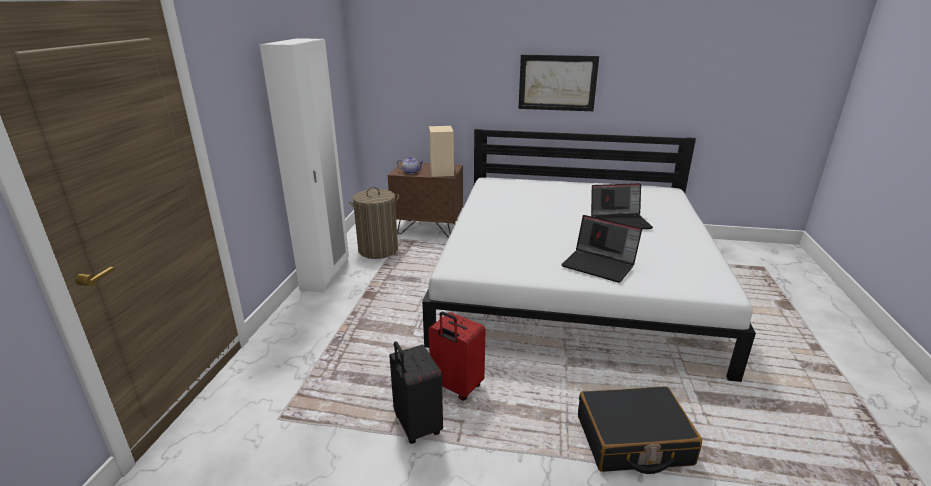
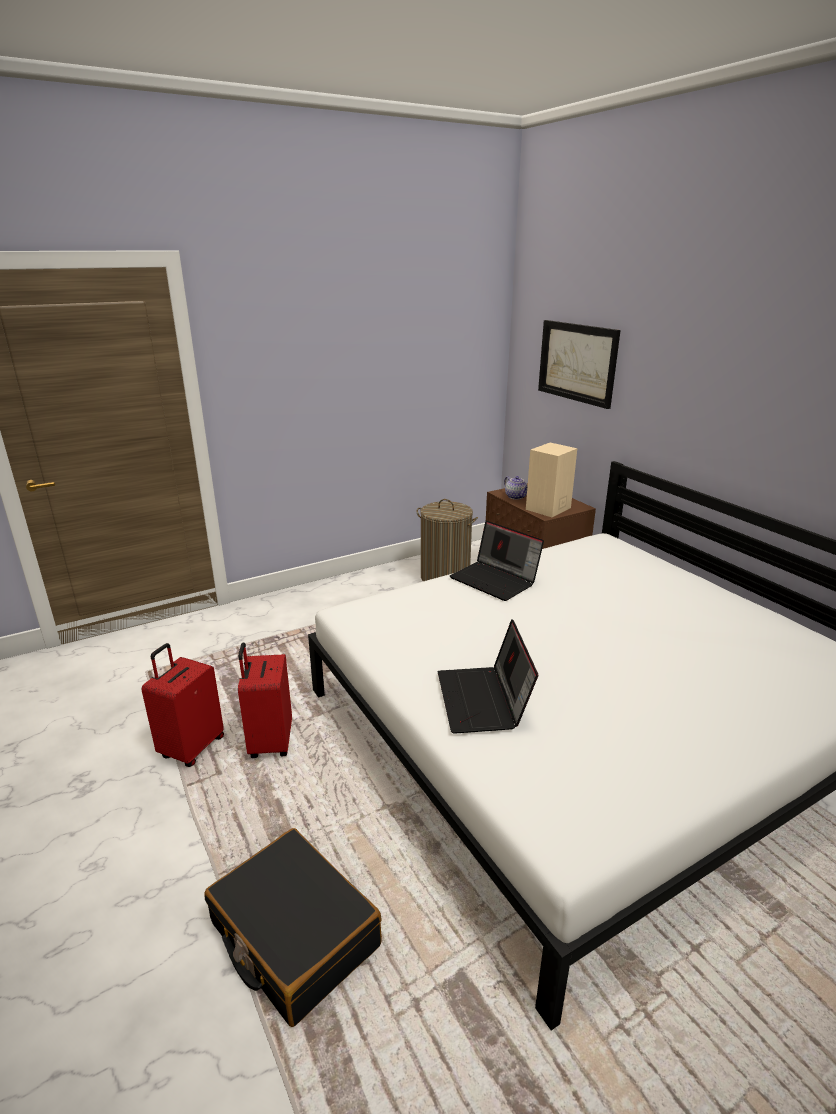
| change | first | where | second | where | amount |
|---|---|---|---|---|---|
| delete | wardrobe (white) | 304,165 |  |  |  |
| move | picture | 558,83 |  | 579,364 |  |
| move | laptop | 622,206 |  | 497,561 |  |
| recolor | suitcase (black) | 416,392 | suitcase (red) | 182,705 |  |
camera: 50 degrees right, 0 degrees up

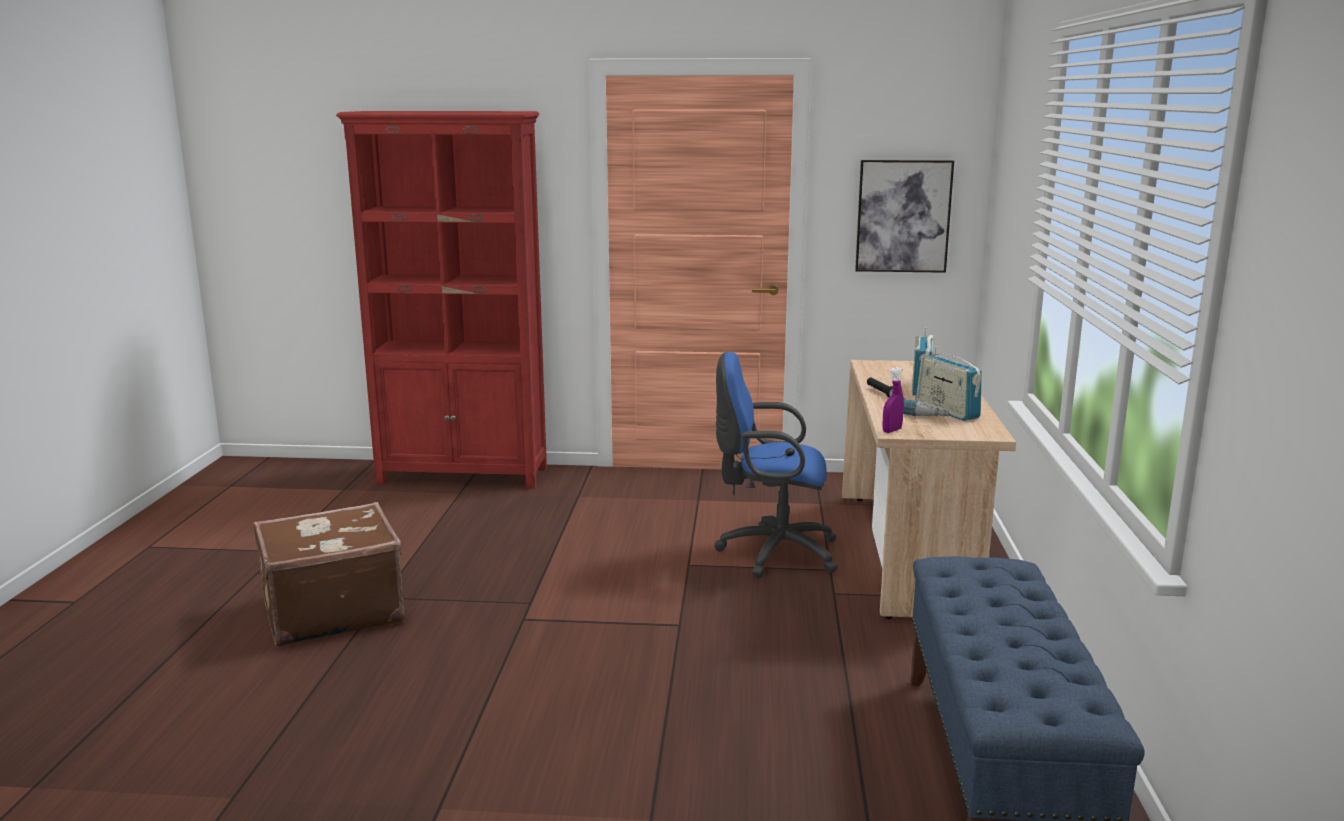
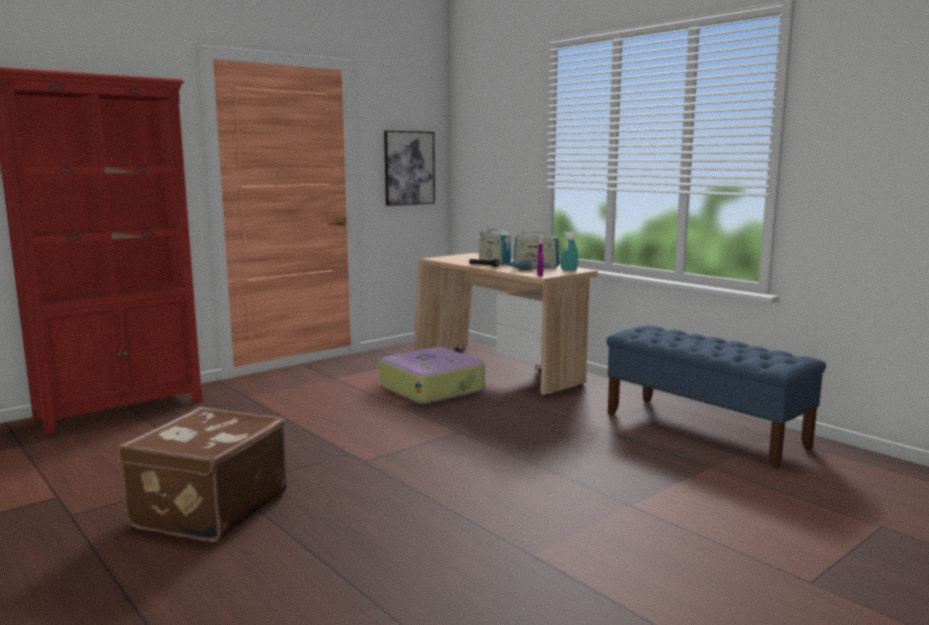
| change | first | where | second | where | amount |
|---|---|---|---|---|---|
| replace | office chair (blue) | 776,465 | suitcase | 432,376 |  |
| insert |  |  | spray bottle (turquoise) | 569,251 |  |
camera: 45 degrees left, 5 degrees down

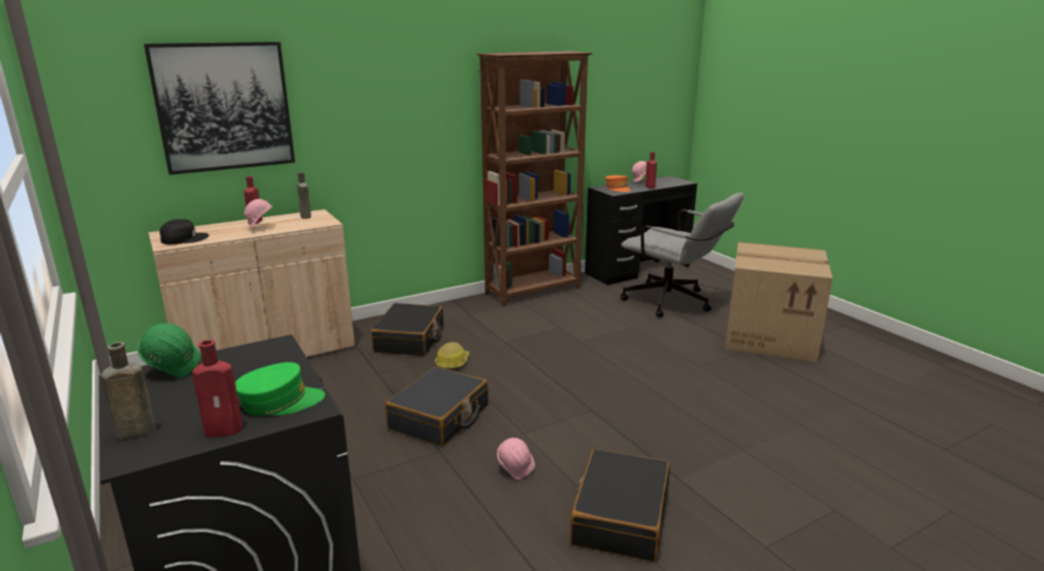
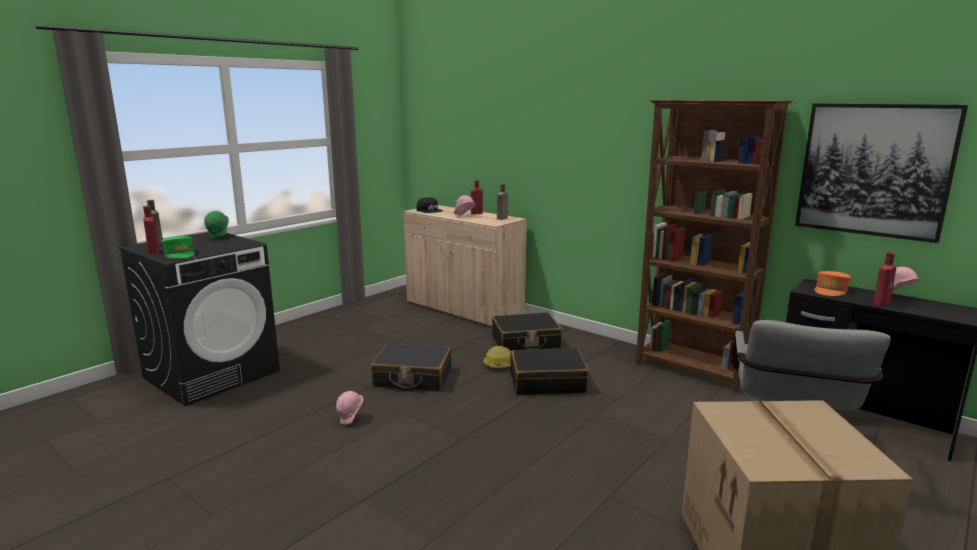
| change | first | where | second | where | amount |
|---|---|---|---|---|---|
| move | picture | 219,108 |  | 881,173 |  |
| move | suitcase (black) | 620,505 |  | 549,372 |  |
camera: 70 degrees right, 5 degrees down

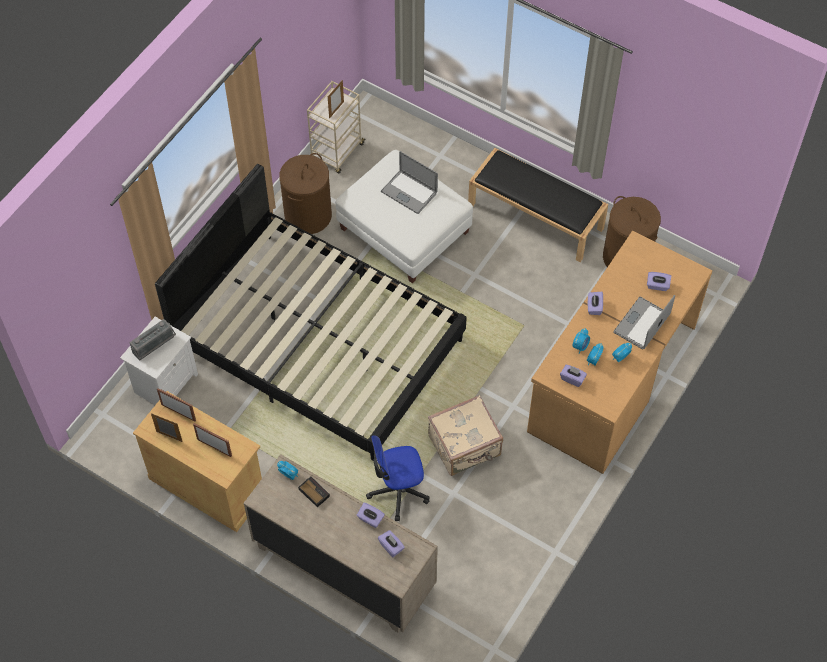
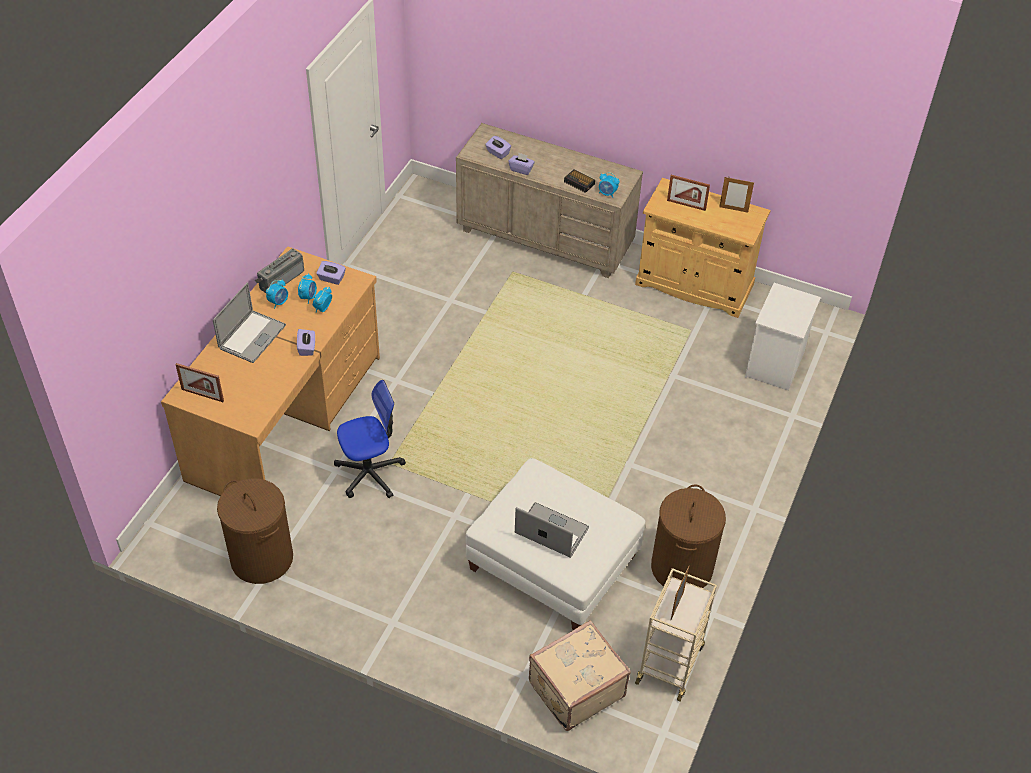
| change | first | where | second | where | amount |
|---|---|---|---|---|---|
| delete | bench (black) | 538,205 |  |  |  |
| delete | bed (black) | 311,312 |  |  |  |
| delete | tissue box (purple) | 659,281 |  |  |  |
| move | radio | 153,339 |  | 279,270 |  |
| move | picture frame | 176,405 |  | 199,382 |  |
| move | suitcase (beige) | 465,435 |  | 580,675 |  |
| move | office chair | 398,478 |  | 370,439 |  |
camera: 170 degrees right, 10 degrees down

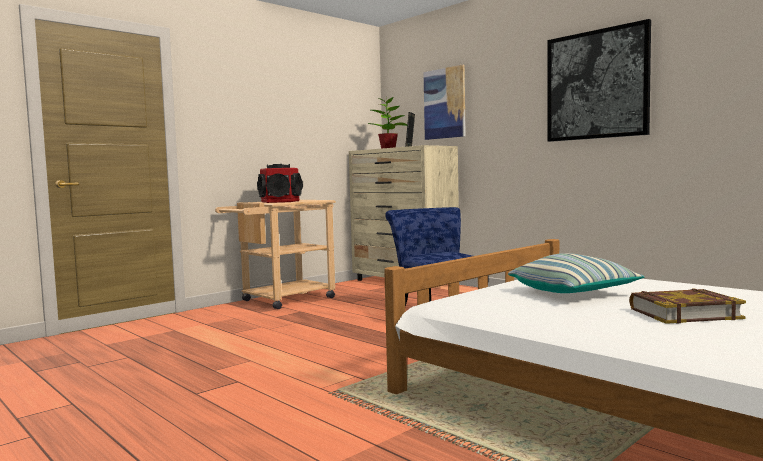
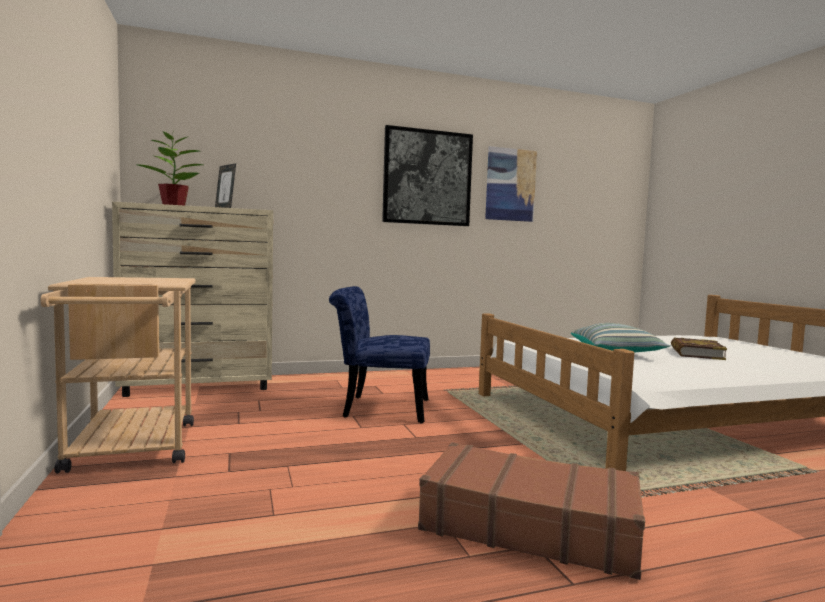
| change | first | where | second | where | amount |
|---|---|---|---|---|---|
| move | picture | 445,102 |  | 511,184 |  |
| delete | speaker | 280,183 |  |  |  |
| insert |  |  | suitcase (brown) | 531,511 |  |
camera: 65 degrees left, 0 degrees up

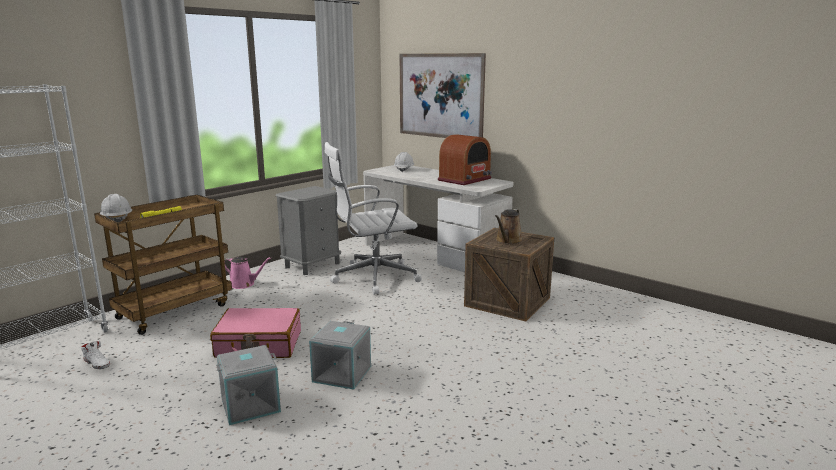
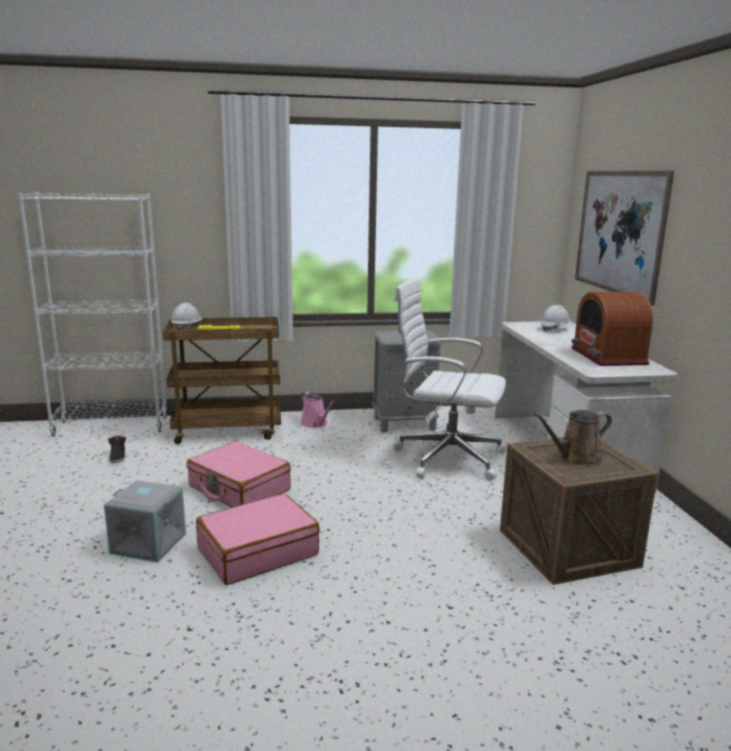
| change | first | where | second | where | amount |
|---|---|---|---|---|---|
| rotate | radio | 465,159 |  | 612,329 | 90 degrees clockwise |
| replace | storage box (grey) | 340,355 | suitcase (pink) | 258,539 |  |
| recolor | shoe (white) | 95,355 | shoe (black) | 117,449 |  |
camera: 40 degrees right, 0 degrees up

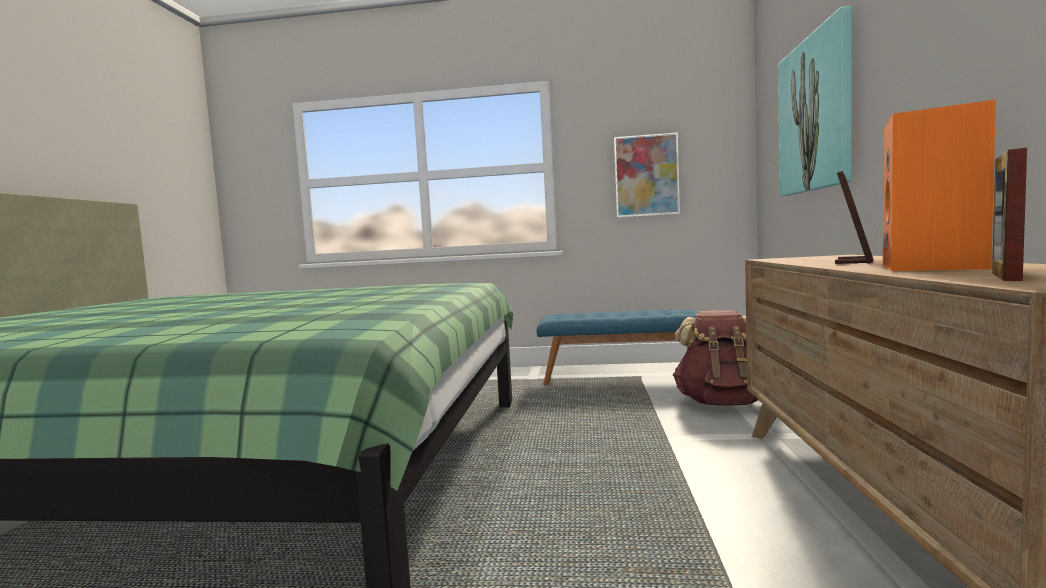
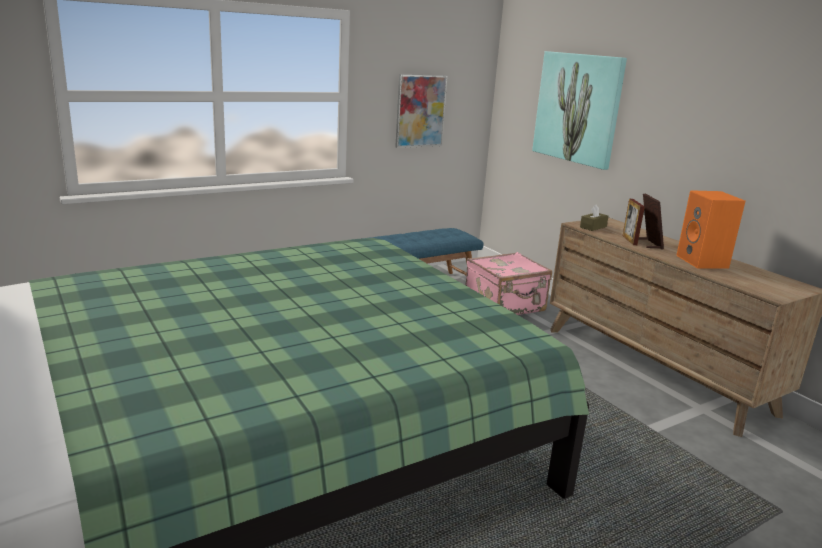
| change | first | where | second | where | amount |
|---|---|---|---|---|---|
| move | picture frame | 1009,214 |  | 634,222 |  |
| replace | backpack (brown) | 715,358 | suitcase (pink) | 509,283 |  |
| insert |  |  | tissue box (brown) | 594,218 |  |
camera: 40 degrees left, 15 degrees up

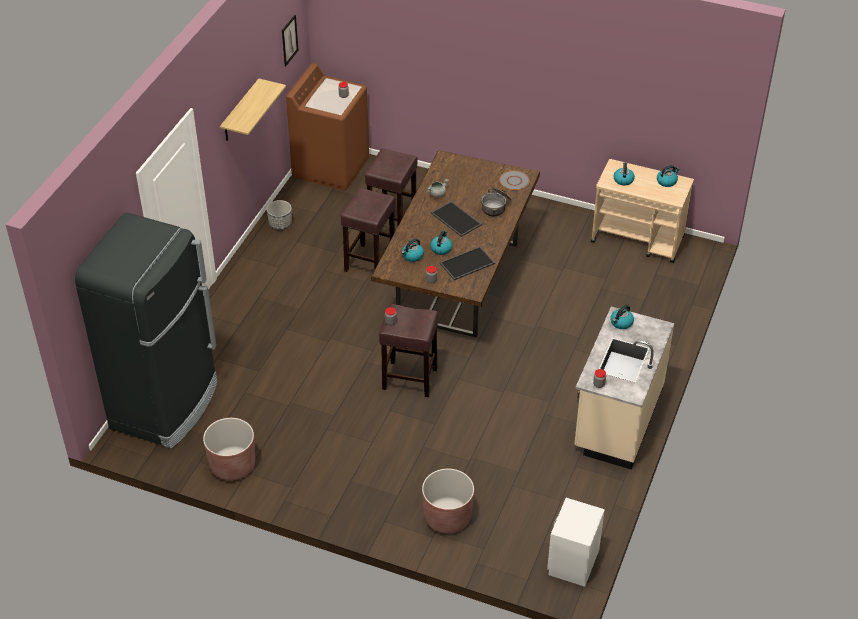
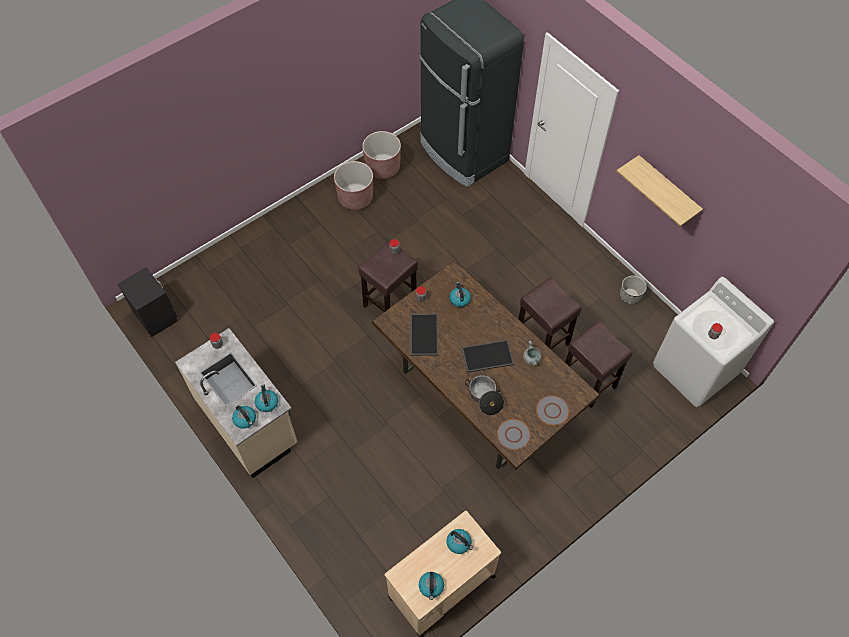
| change | first | where | second | where | amount |
|---|---|---|---|---|---|
| delete | picture | 290,40 |  |  |  |
| recolor | washing machine (brown) | 327,127 | washing machine (white) | 713,342 |  |
| move | kettle | 441,243 |  | 244,417 |  |
| move | planter (brown) | 448,501 |  | 353,185 |  |
| recolor | nightstand (white) | 576,542 | nightstand (black) | 147,302 |  |
| insert |  |  | plate (grey) | 552,410 |  |
camera: 120 degrees right, 15 degrees up

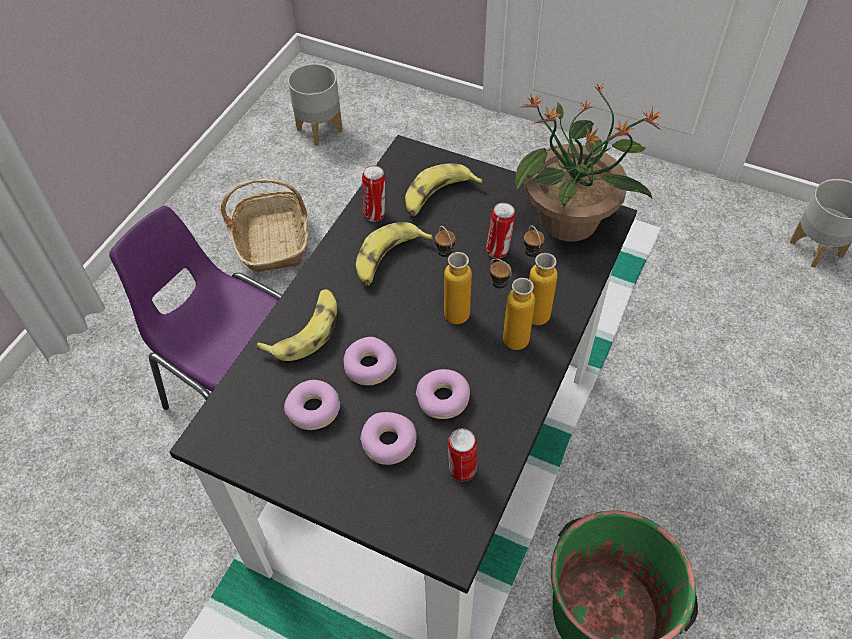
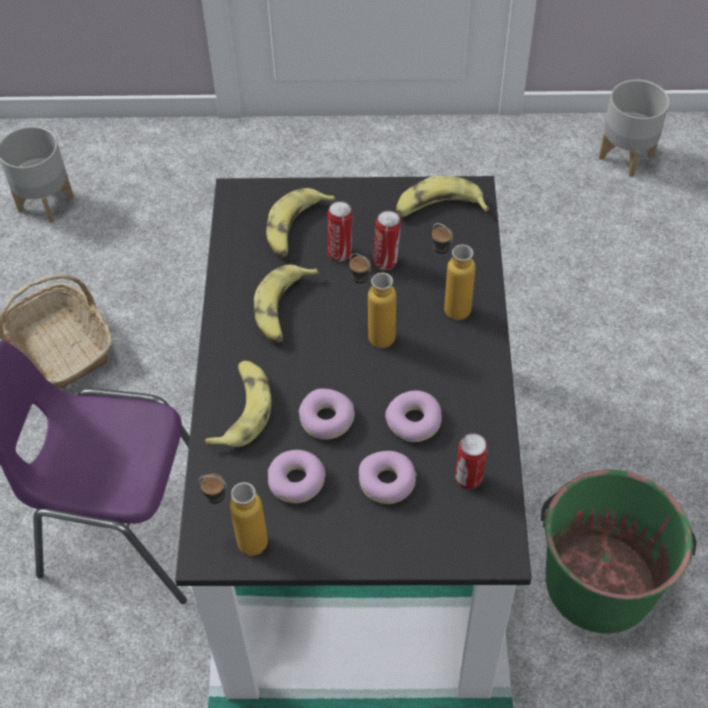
| change | first | where | second | where | amount |
|---|---|---|---|---|---|
| replace | potted plant | 588,162 | banana | 442,196 |  |
| move | can | 373,193 |  | 340,231 |  |
| move | bottle | 512,304 |  | 233,514 |  |
camera: 25 degrees left, 0 degrees up

